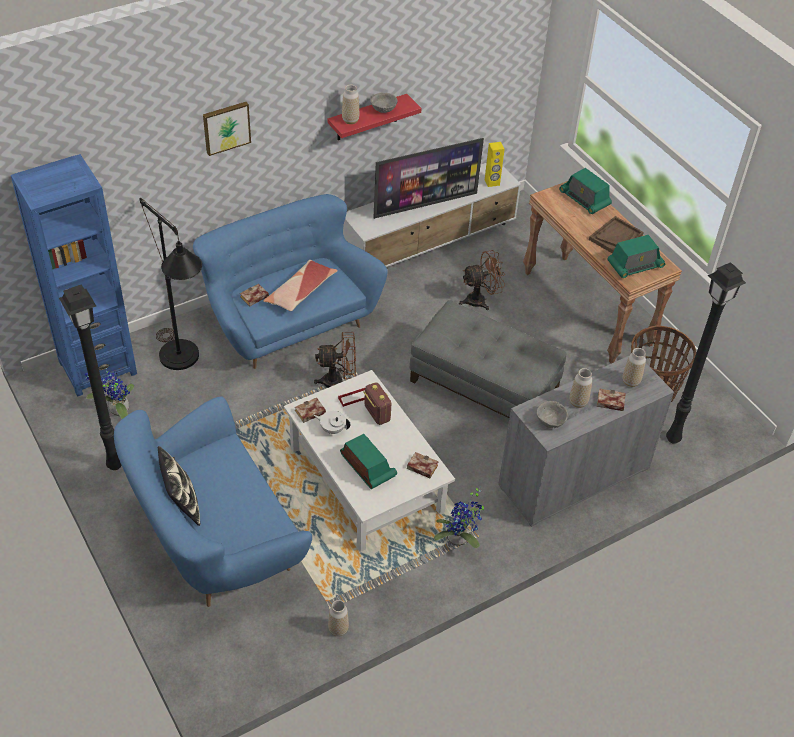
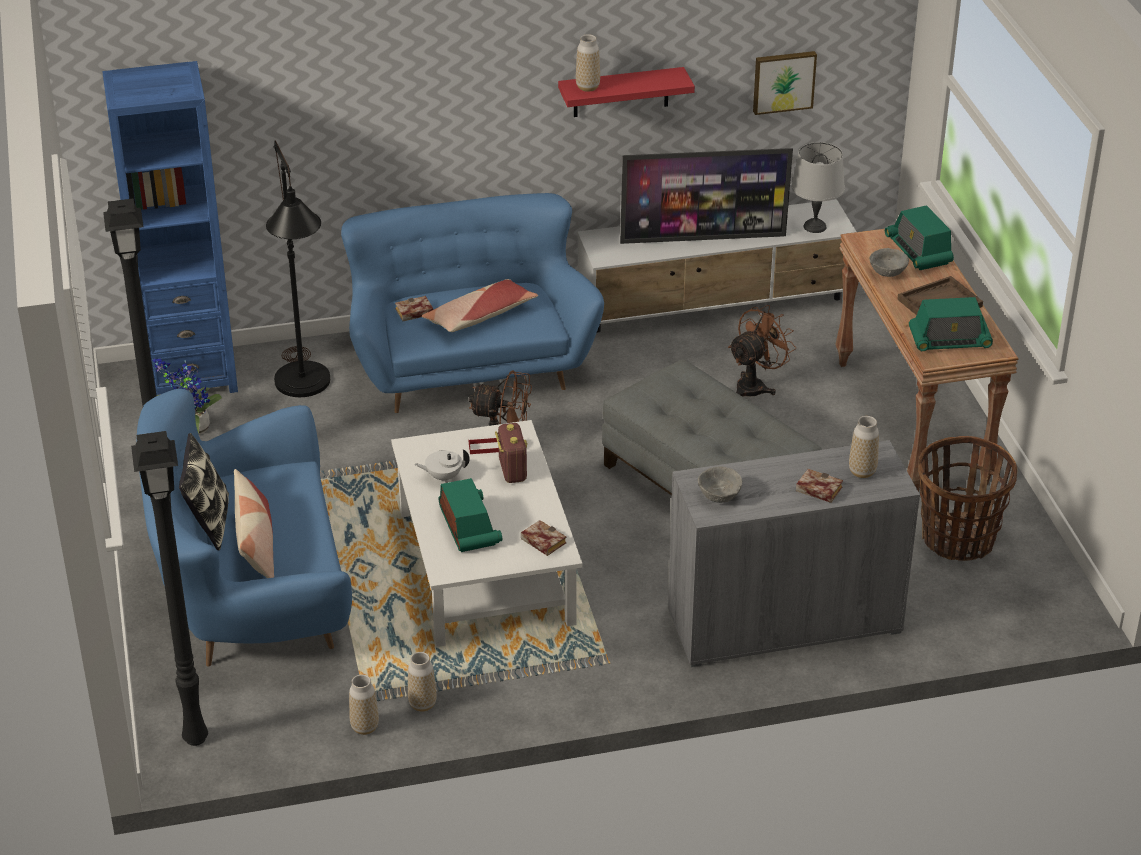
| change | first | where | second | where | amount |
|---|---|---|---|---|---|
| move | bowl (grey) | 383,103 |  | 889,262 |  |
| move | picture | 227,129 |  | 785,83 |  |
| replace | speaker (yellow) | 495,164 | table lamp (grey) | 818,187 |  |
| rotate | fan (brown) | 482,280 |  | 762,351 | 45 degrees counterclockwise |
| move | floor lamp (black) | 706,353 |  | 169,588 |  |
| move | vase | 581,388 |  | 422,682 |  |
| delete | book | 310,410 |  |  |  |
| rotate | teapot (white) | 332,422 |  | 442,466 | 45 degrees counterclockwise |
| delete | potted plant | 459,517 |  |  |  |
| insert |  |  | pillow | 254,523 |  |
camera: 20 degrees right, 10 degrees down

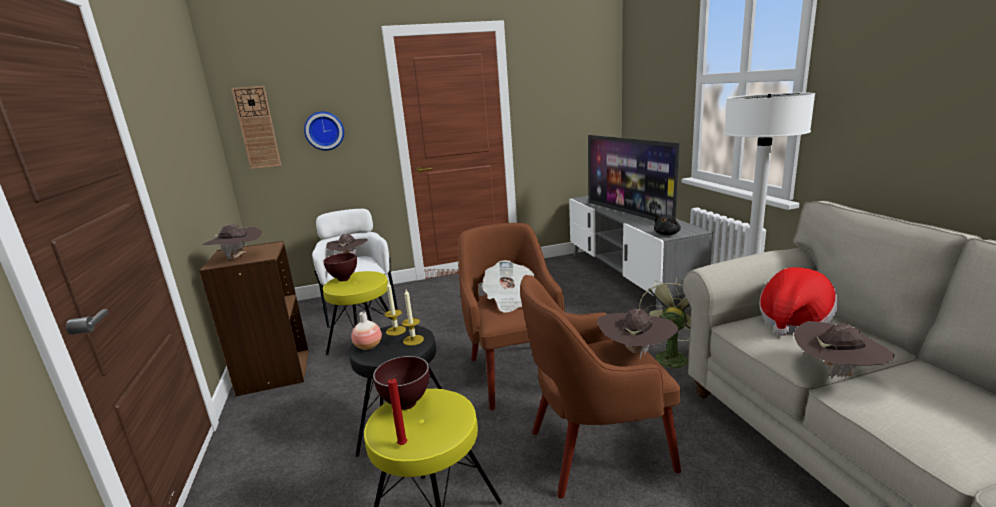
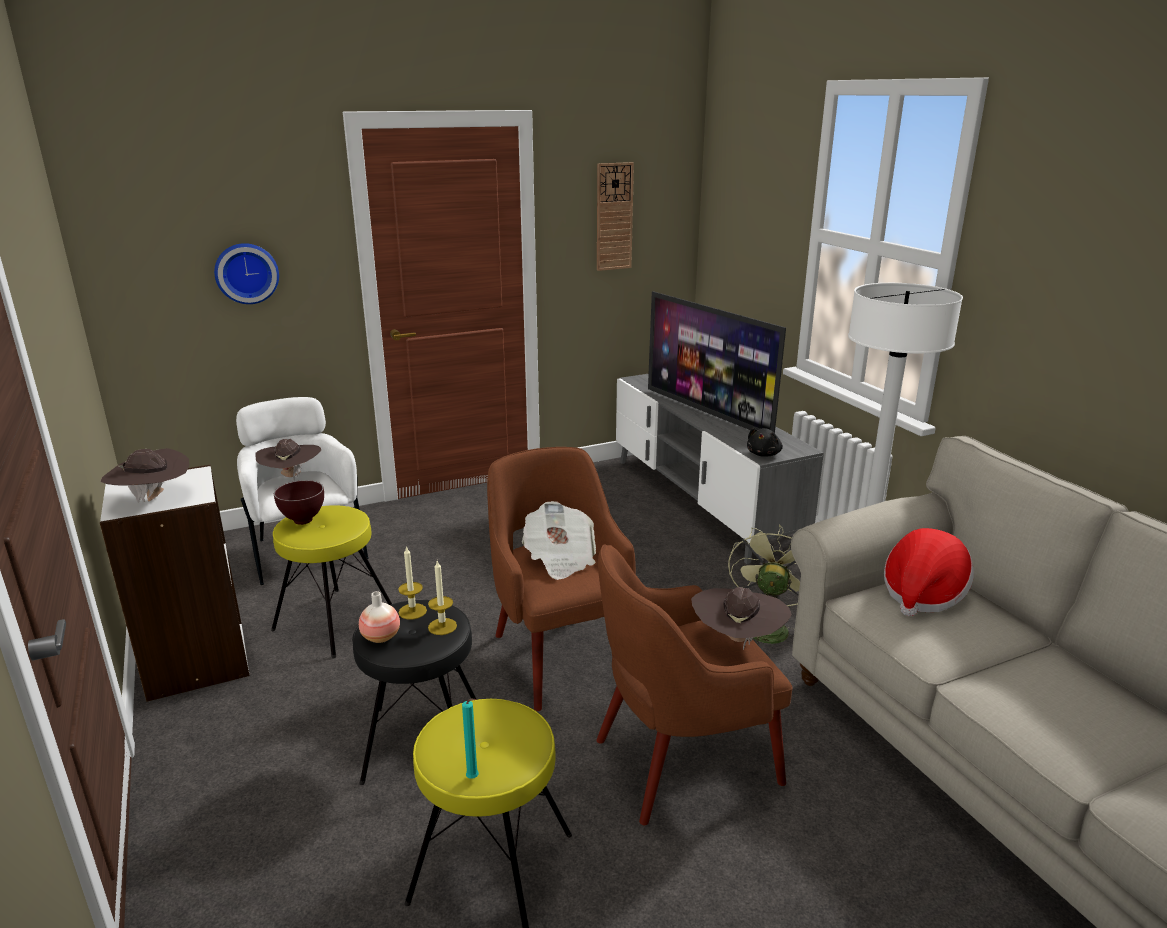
| change | first | where | second | where | amount |
|---|---|---|---|---|---|
| move | wall clock | 257,127 |  | 615,216 |  |
| recolor | bookcase (brown) | 254,319 | bookcase (white) | 175,583 |  |
| delete | hat (brown) | 844,350 |  |  |  |
| delete | bowl (brown) | 401,383 |  |  |  |
| recolor | candle (red) | 397,410 | candle (turquoise) | 470,739 |  |
camera: 10 degrees left, 5 degrees up

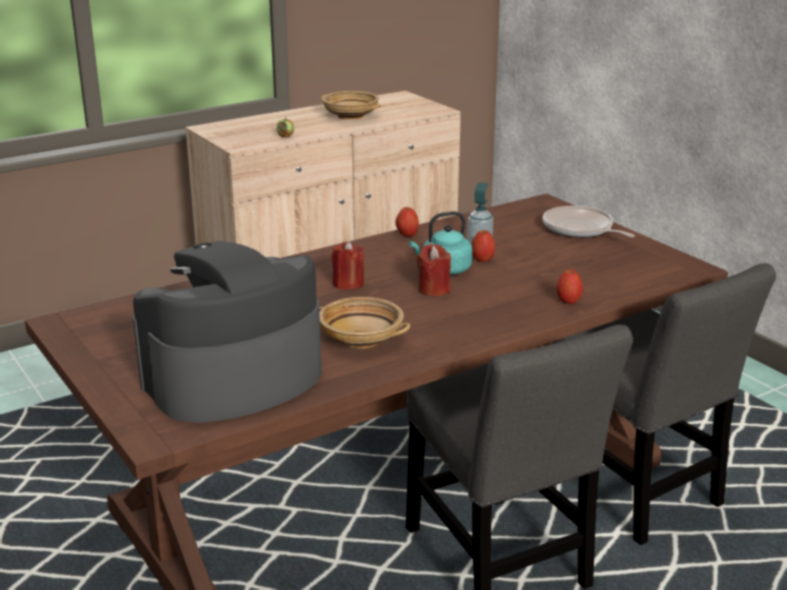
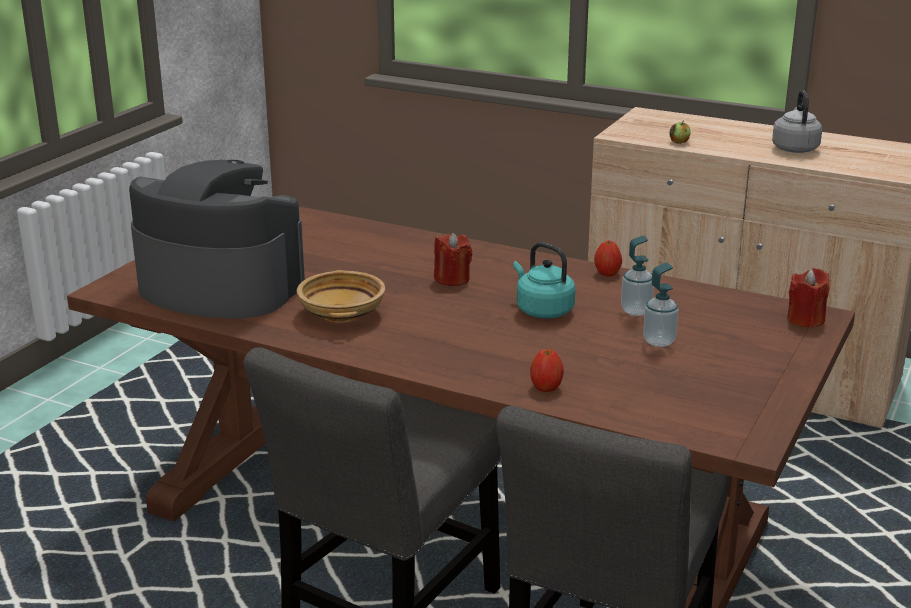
| change | first | where | second | where | amount |
|---|---|---|---|---|---|
| replace | bowl (beige) | 351,105 | kettle (grey) | 797,121 |  |
| delete | frying pan | 589,222 |  |  |  |
| delete | apple | 483,246 |  |  |  |
| move | candle (red) | 434,270 |  | 808,298 |  |
| insert |  |  | soap dispenser | 661,304 |  |
camera: 60 degrees right, 0 degrees up

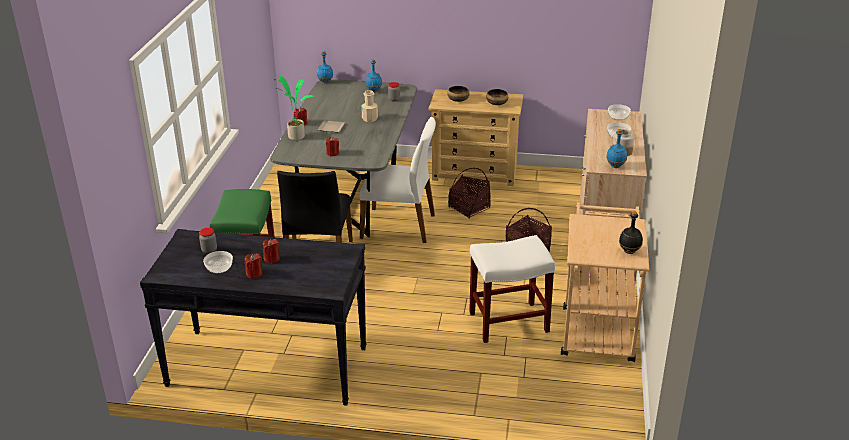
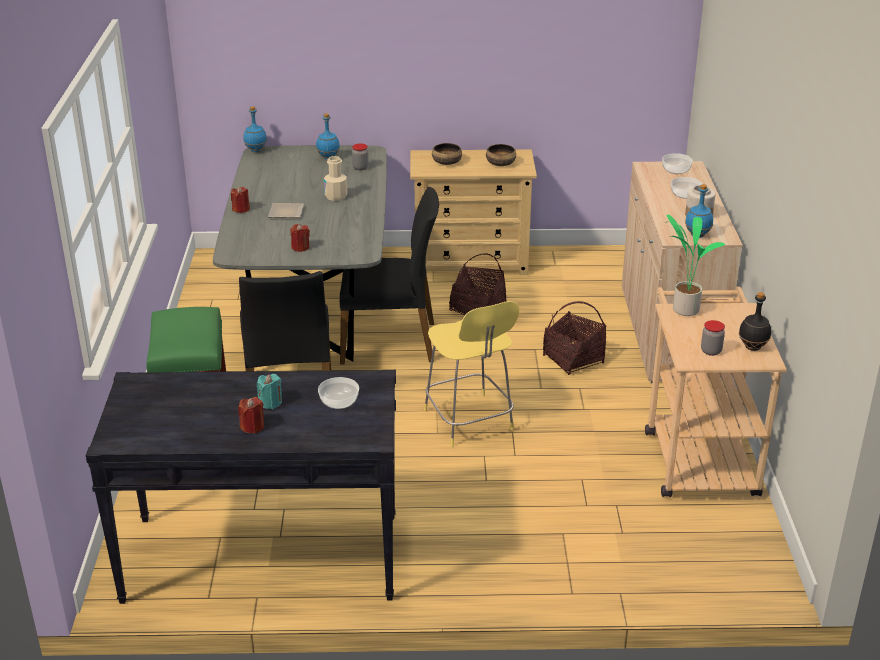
| change | first | where | second | where | amount |
|---|---|---|---|---|---|
| move | potted plant | 294,108 |  | 695,265 |  |
| recolor | chair (white) | 398,180 | chair (black) | 389,275 |  |
| move | jar | 208,241 |  | 713,338 |  |
| delete | stool (white) | 512,289 |  |  |  |
| recolor | candle (red) | 271,251 | candle (turquoise) | 269,391 |  |
| move | bowl | 218,262 |  | 338,393 |  |
| insert |  |  | stool (yellow) | 471,374 |  |
camera: 10 degrees left, 0 degrees up

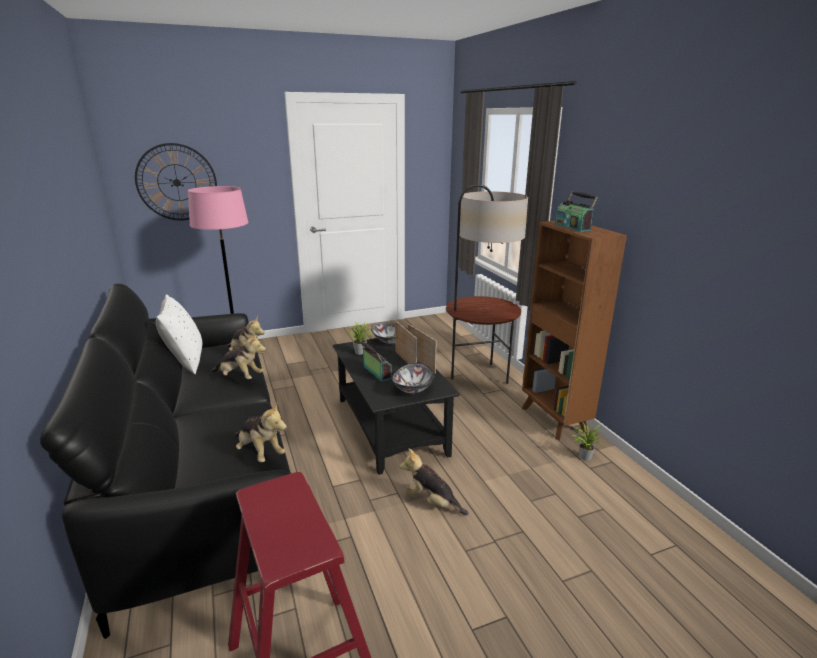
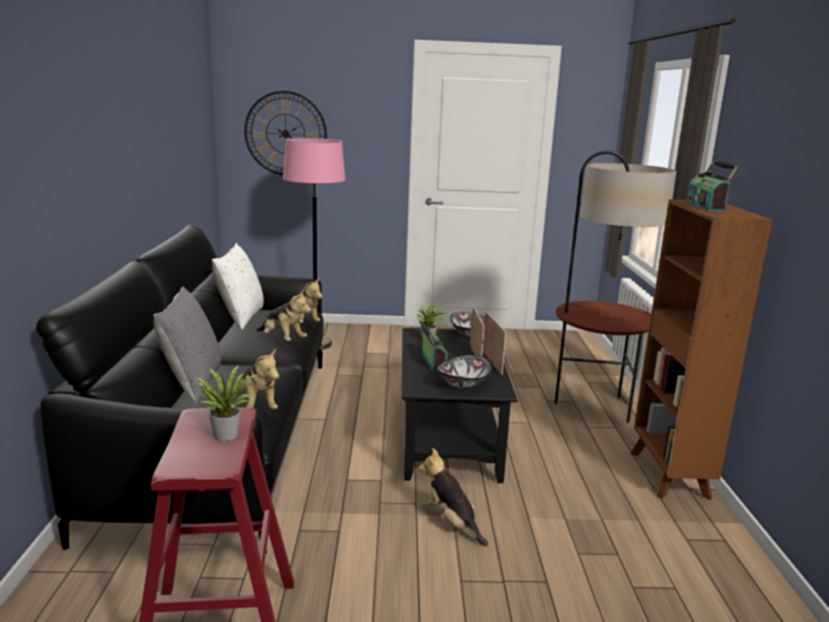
| change | first | where | second | where | amount |
|---|---|---|---|---|---|
| move | potted plant | 587,441 |  | 226,403 |  |
| insert |  |  | pillow (grey) | 187,345 |  |
camera: 20 degrees right, 5 degrees down

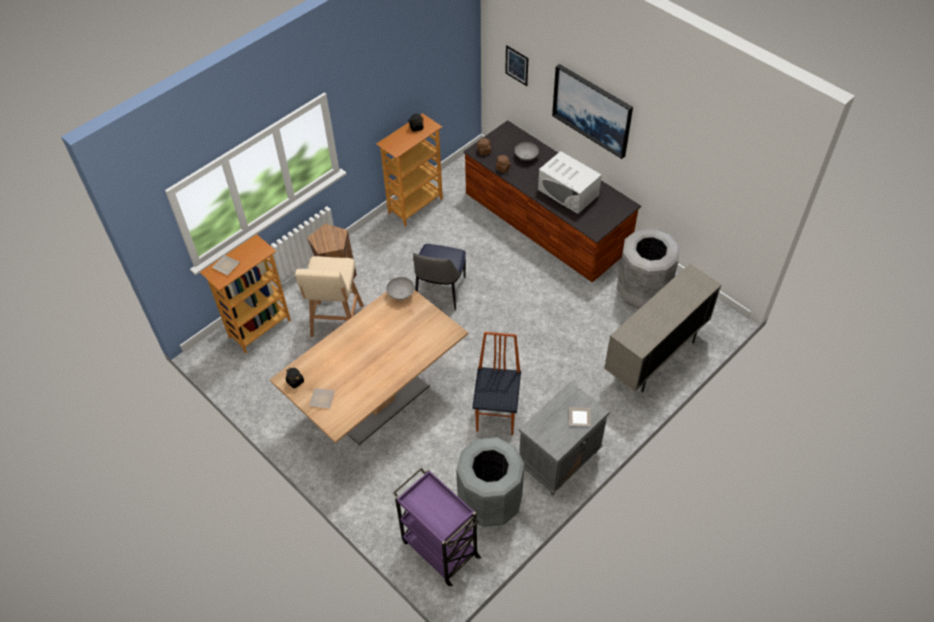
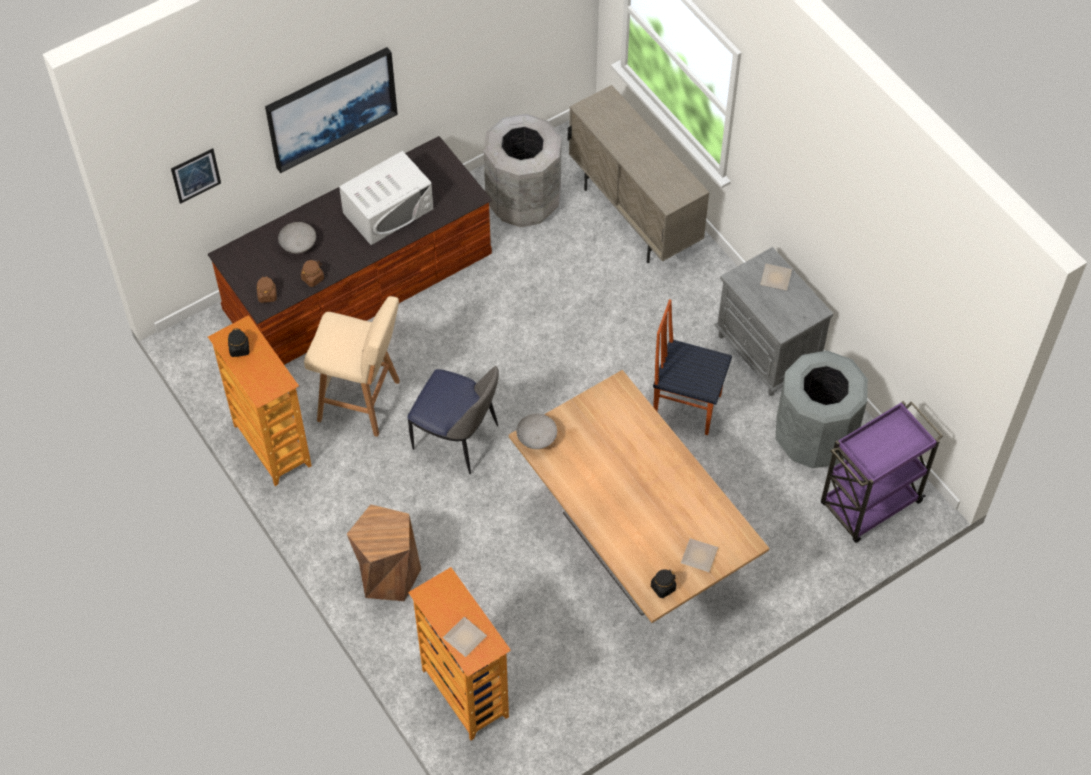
| change | first | where | second | where | amount |
|---|---|---|---|---|---|
| move | stool (beige) | 329,296 |  | 352,366 |  |
camera: 80 degrees left, 5 degrees up

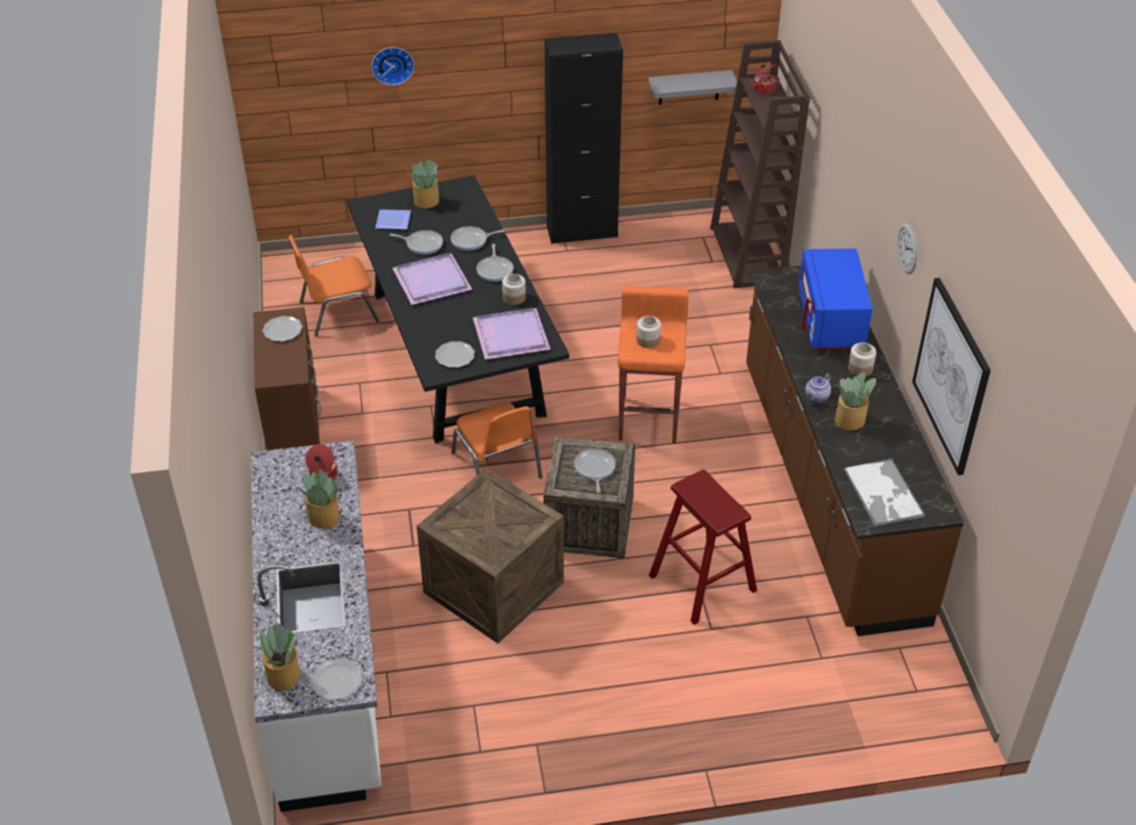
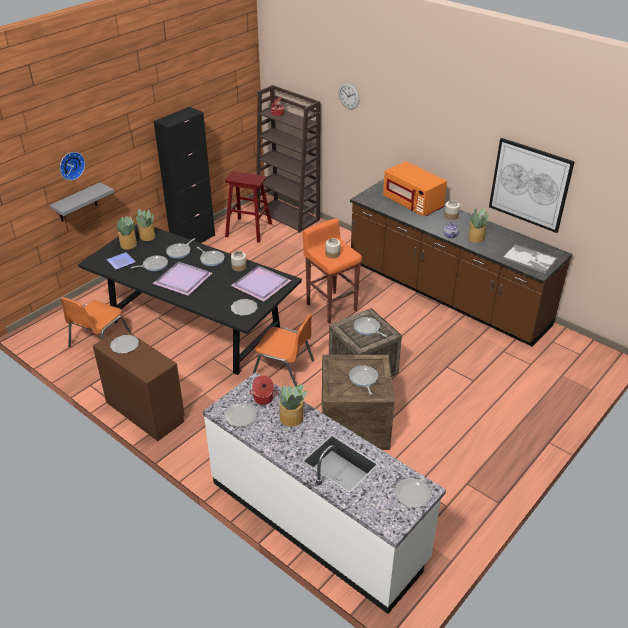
| change | first | where | second | where | amount |
|---|---|---|---|---|---|
| move | shelf (grey) | 692,87 |  | 82,202 |  |
| move | wall clock | 907,248 |  | 349,96 |  |
| recolor | microwave (blue) | 835,299 | microwave (orange) | 415,188 |  |
| move | stool (red) | 703,547 |  | 248,207 |  |
| move | potted plant | 279,657 |  | 145,225 |  |
| insert |  |  | frying pan | 363,380 |  |
| insert |  |  | plate | 240,415 |  |
camera: 40 degrees left, 5 degrees down

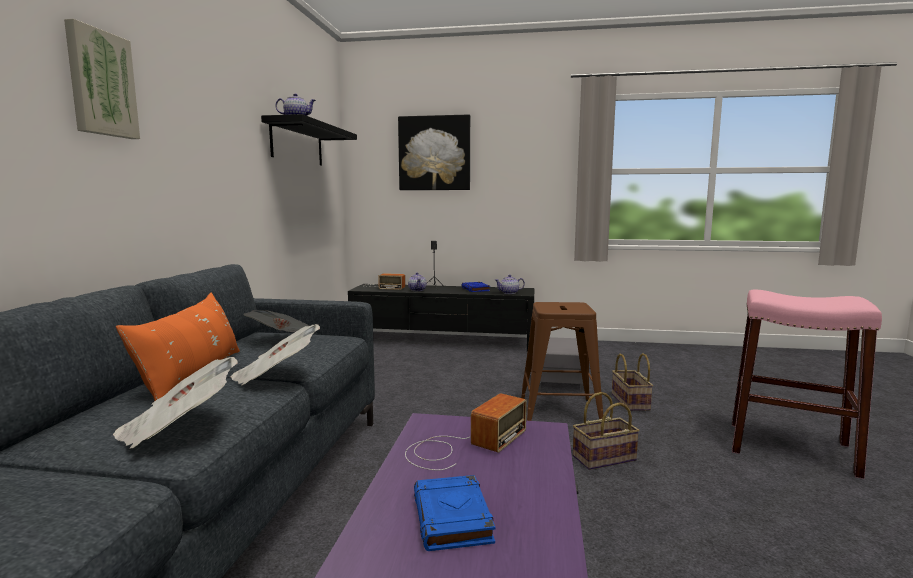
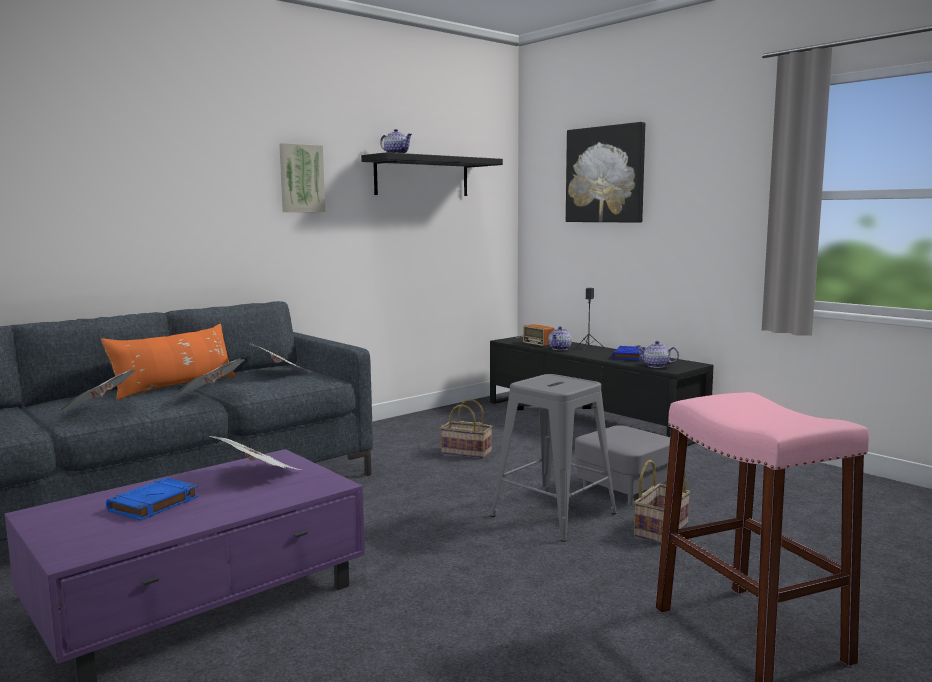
| change | first | where | second | where | amount |
|---|---|---|---|---|---|
| move | picture | 102,79 |  | 302,177 |  |
| recolor | stool (brown) | 562,361 | stool (grey) | 554,458 |  |
| move | basket | 606,431 |  | 466,428 |  |
| replace | radio | 466,432 | newspaper | 255,453 |  |
camera: 40 degrees right, 0 degrees up

